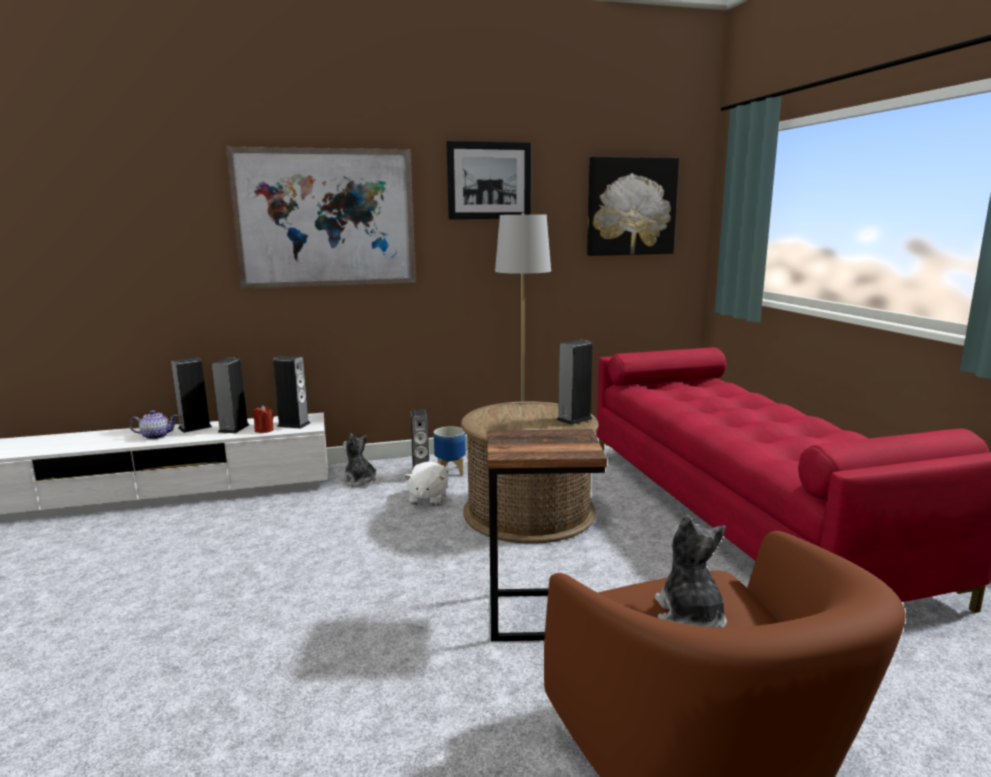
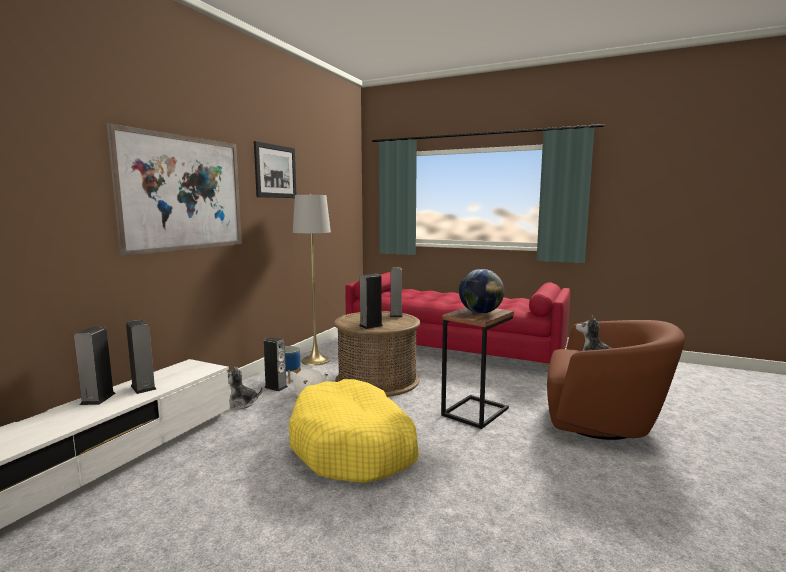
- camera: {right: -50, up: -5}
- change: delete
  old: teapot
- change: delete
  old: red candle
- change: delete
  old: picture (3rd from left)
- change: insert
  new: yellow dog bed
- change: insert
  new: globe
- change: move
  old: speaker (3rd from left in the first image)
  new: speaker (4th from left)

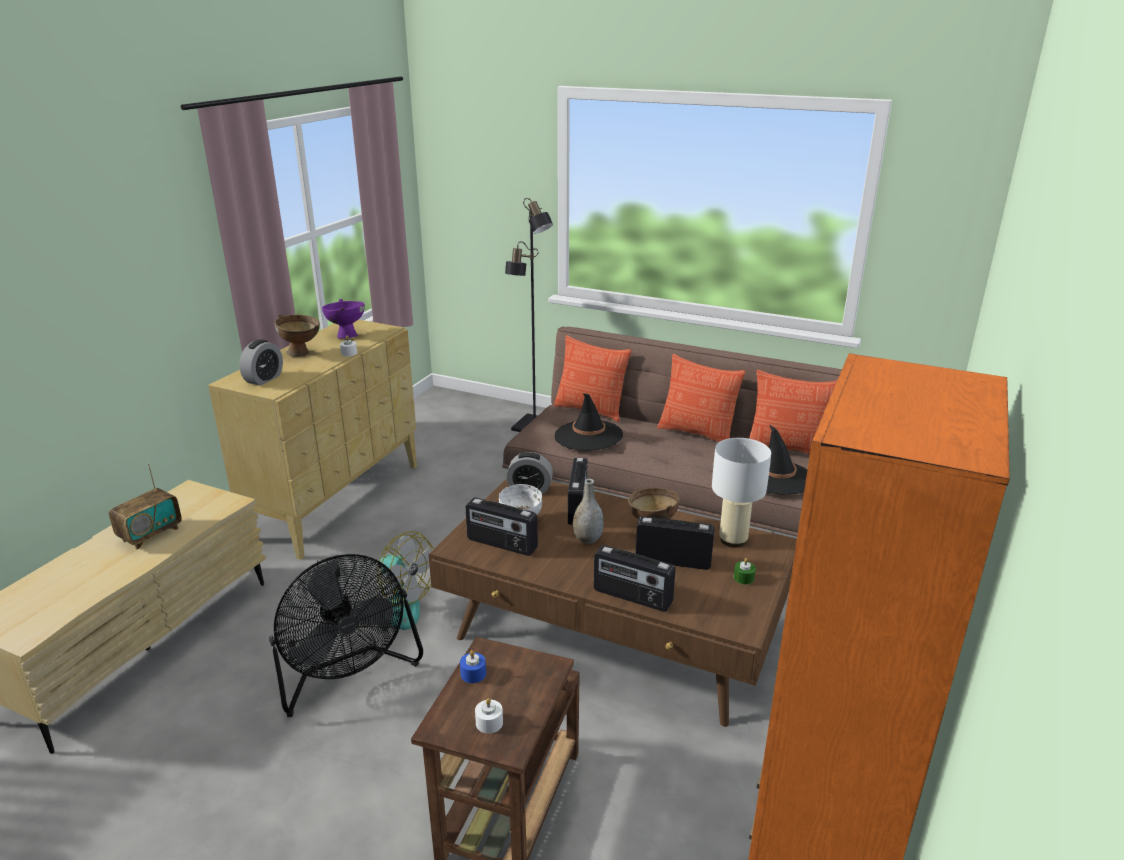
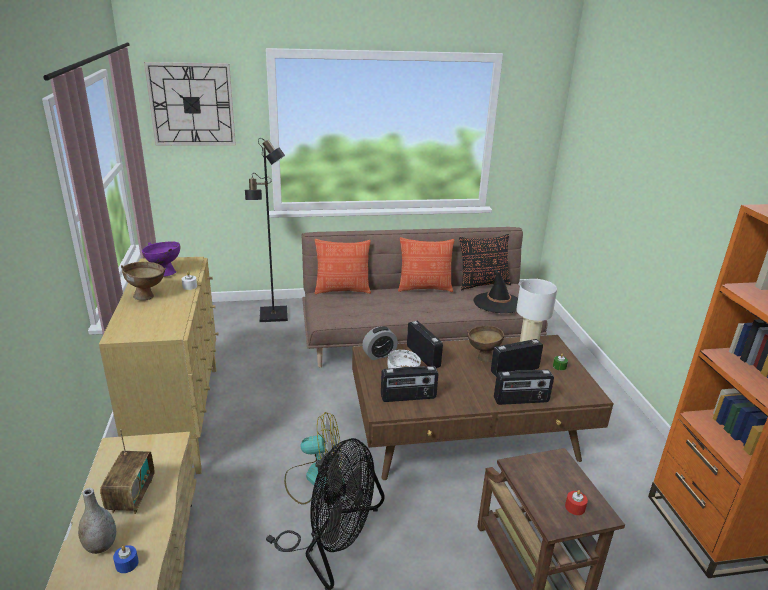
- camera: {right: -35, up: 0}
- change: delete
  old: alarm clock (1st from left)
- change: delete
  old: black hat (1st from left)
- change: insert
  new: wall clock
- change: move
  old: blue candle
- change: move
  old: grey vase
- change: recolor
  old: white candle (2nd from left)
  new: red candle
- change: recolor
  old: orange pillow (3rd from left)
  new: black pillow

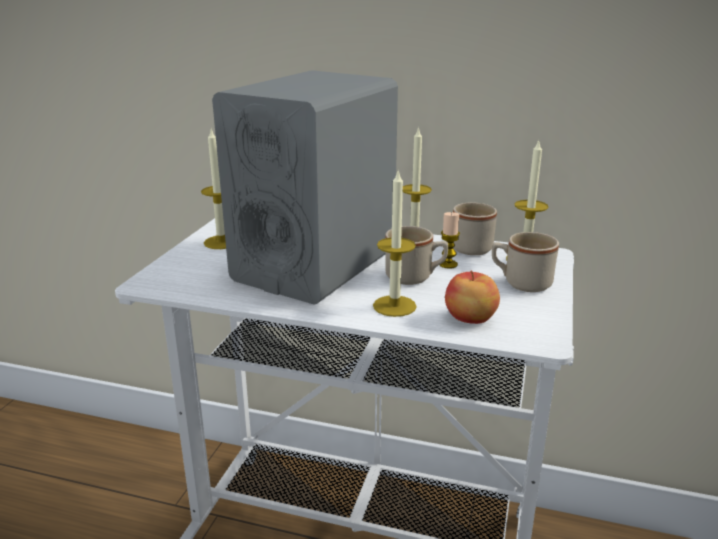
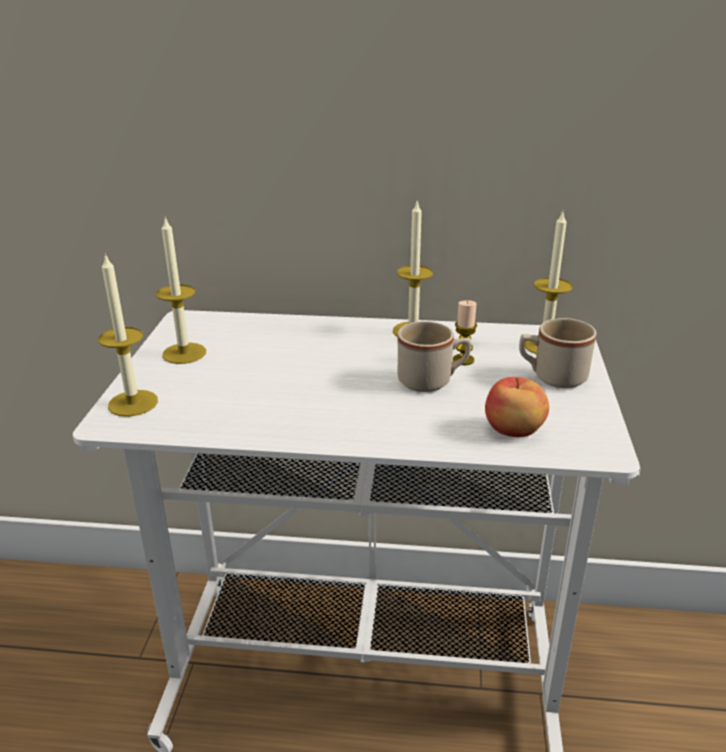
- camera: {right: -10, up: 5}
- change: delete
  old: grey speaker
- change: delete
  old: beige mug (2nd from left)
- change: move
  old: candle (2nd from left in the first image)
  new: candle (1st from left)

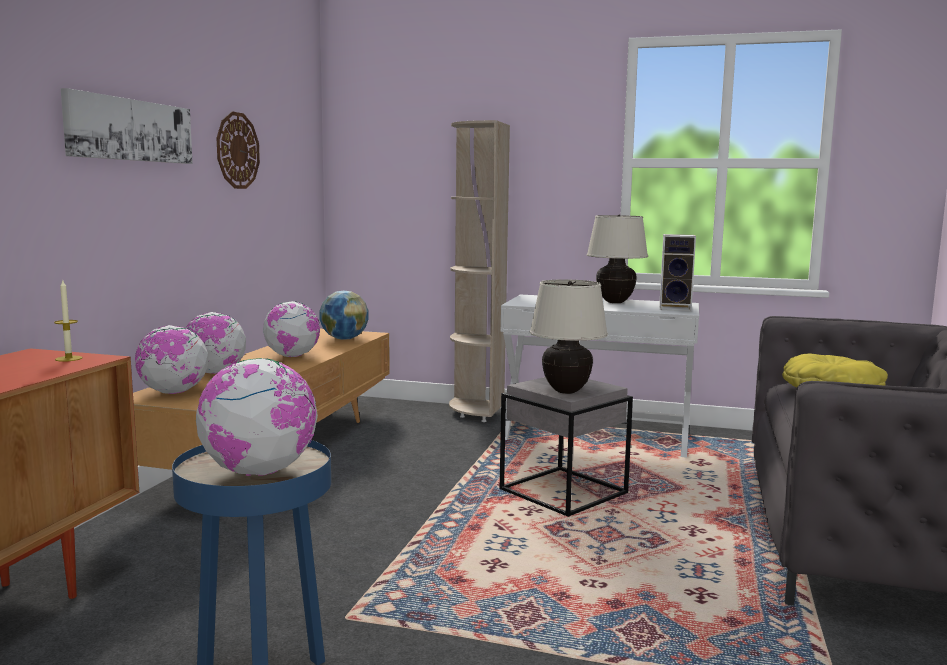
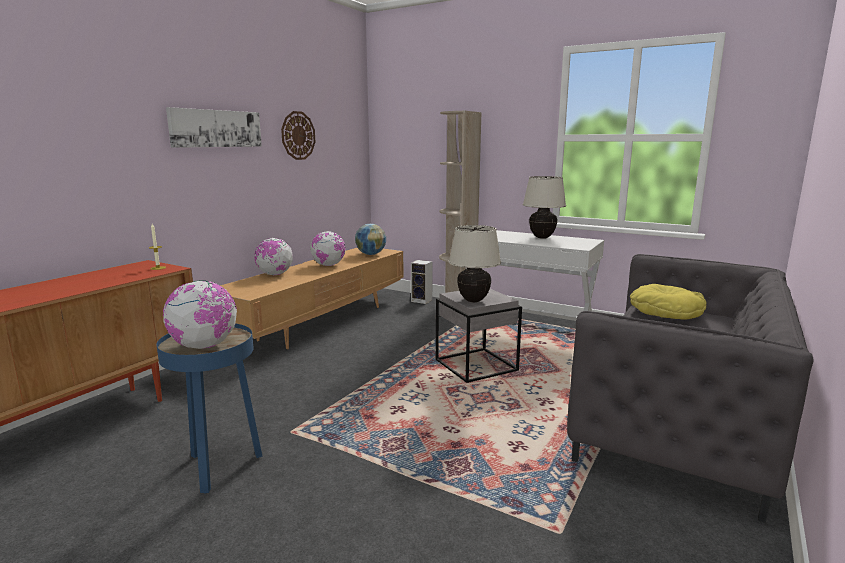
- camera: {right: 15, up: 5}
- change: delete
  old: globe (1st from left)
- change: move
  old: speaker

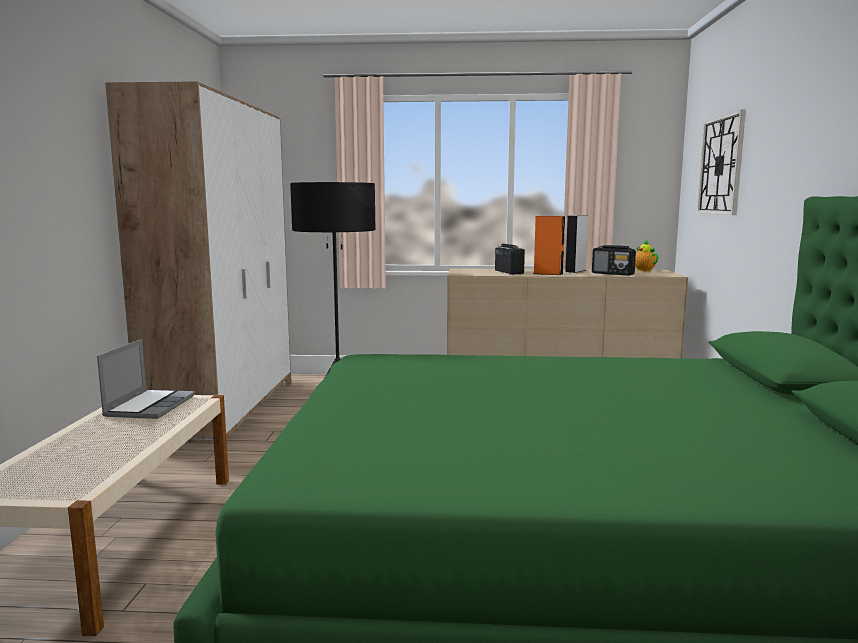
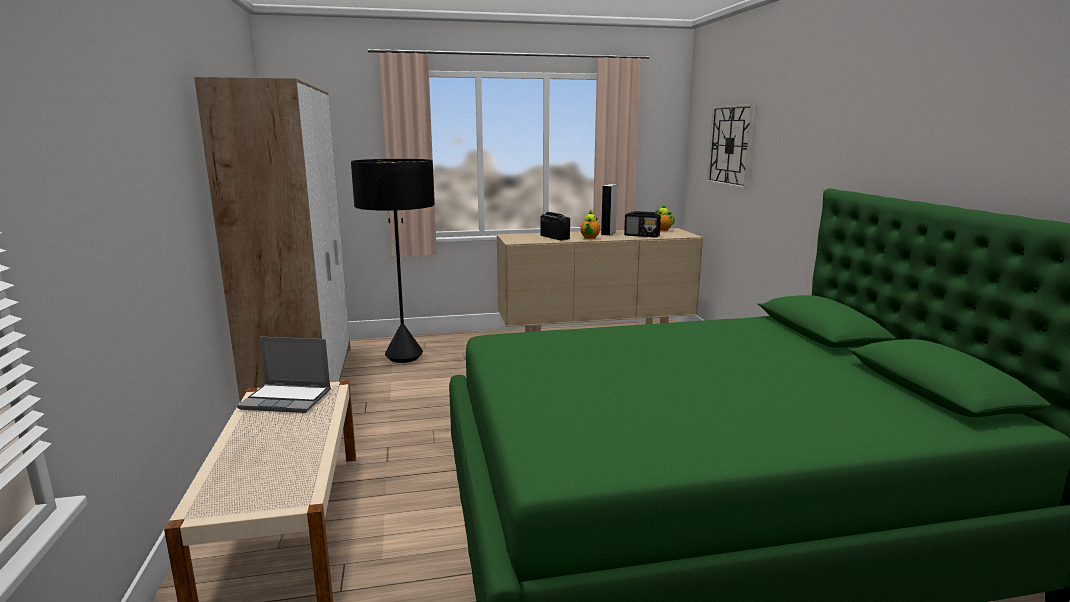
- camera: {right: -15, up: 5}
- change: replace
  old: orange speaker
  new: teapot (1st from left)
- change: rotate
  old: laptop
  degrees: 105

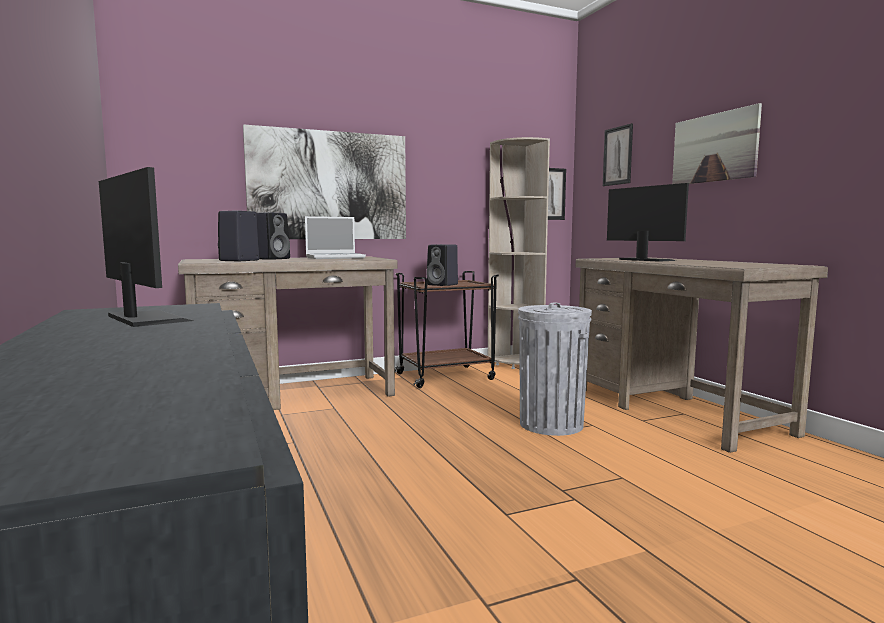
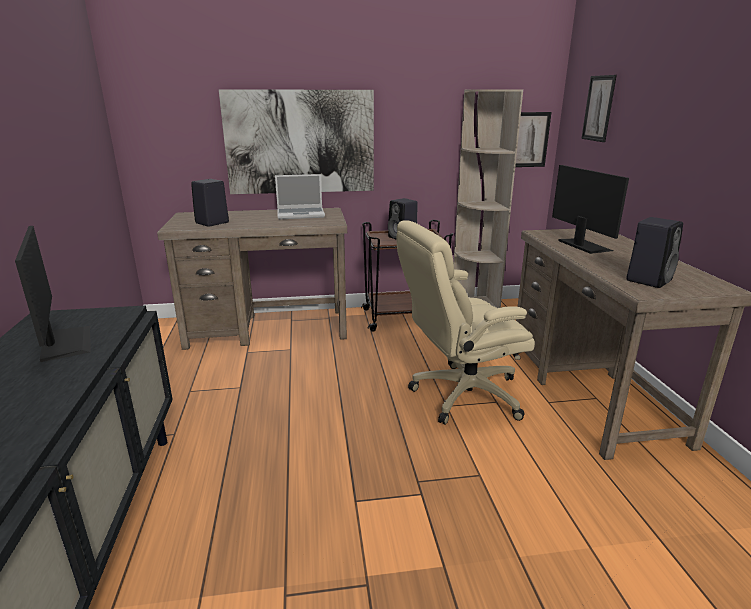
- camera: {right: 15, up: 15}
- change: delete
  old: picture (4th from left)
- change: move
  old: black speaker (2nd from left in the first image)
  new: black speaker (3rd from left)
- change: replace
  old: grey trash can
  new: beige office chair

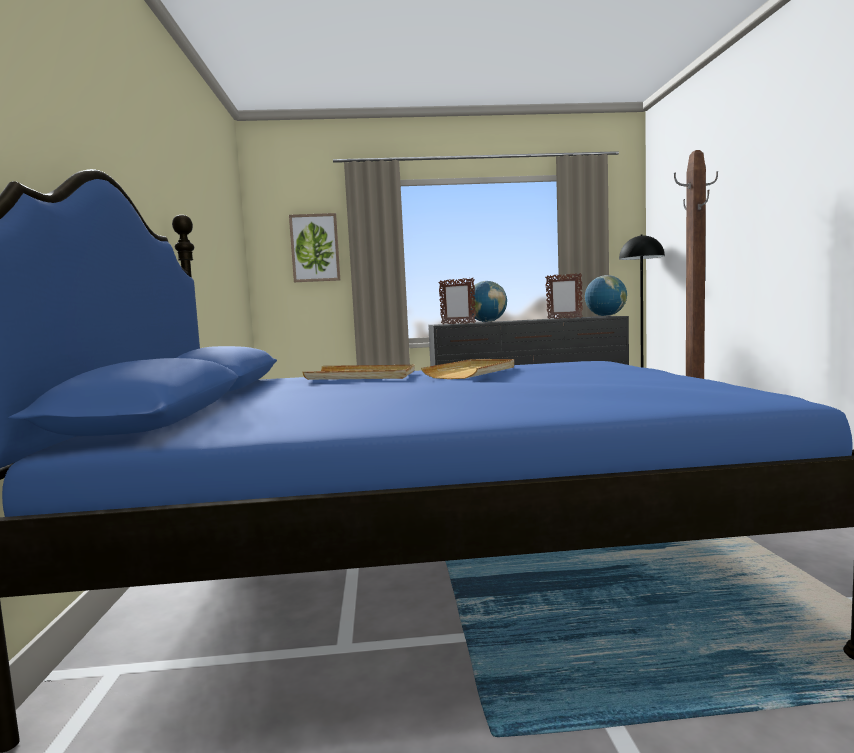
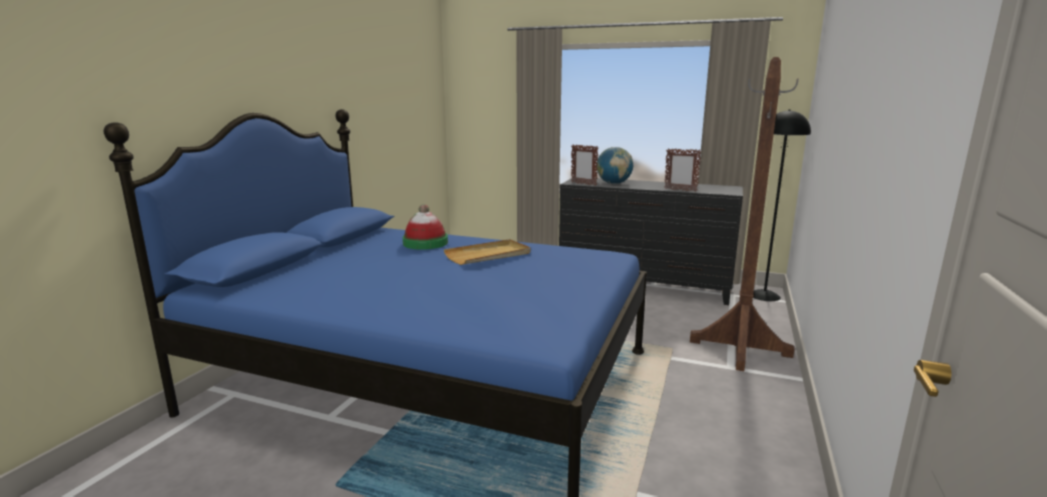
- camera: {right: 25, up: 10}
- change: delete
  old: picture
- change: delete
  old: globe (2nd from left)
- change: replace
  old: beige tray (1st from left)
  new: hat

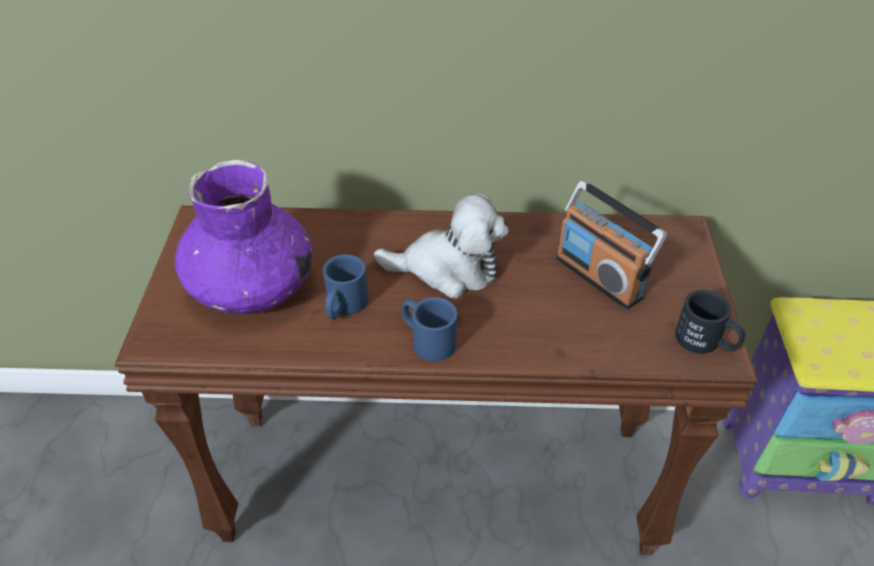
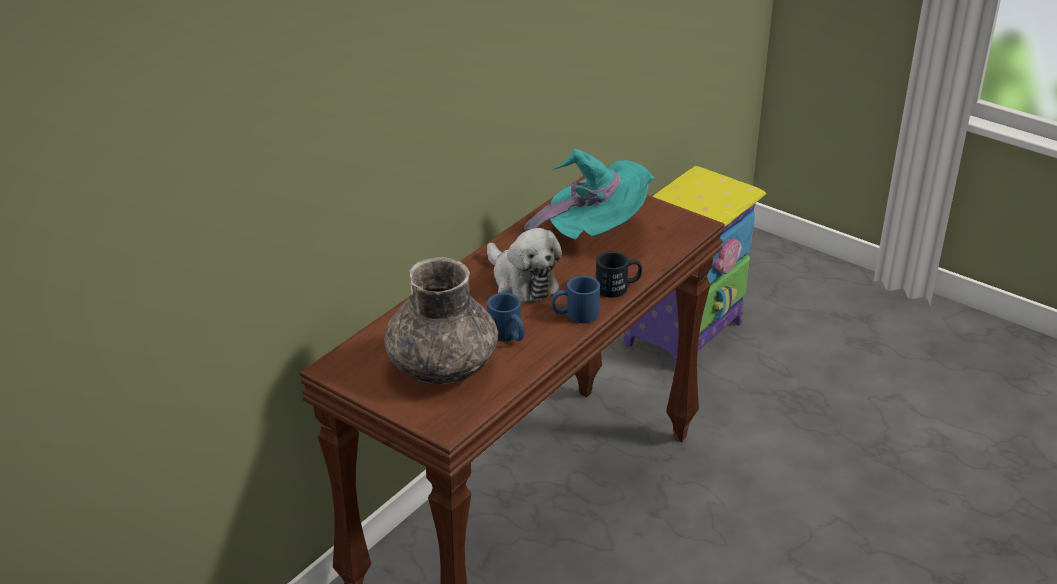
- camera: {right: -55, up: -10}
- change: move
  old: black mug
- change: replace
  old: radio
  new: turquoise hat
- change: recolor
  old: purple vase
  new: grey vase
- change: rotate
  old: plush toy
  degrees: 105

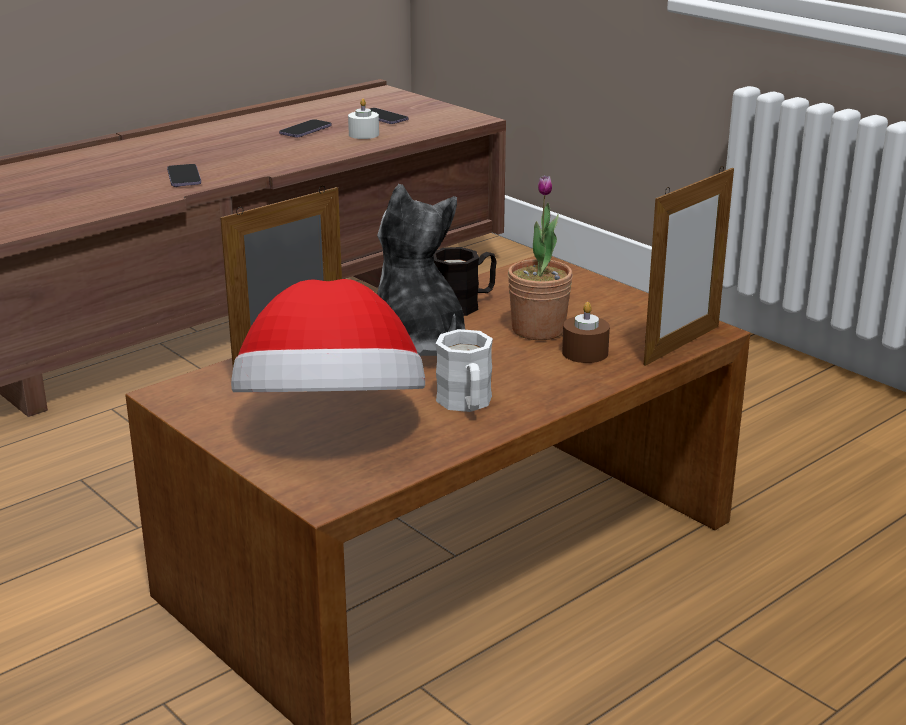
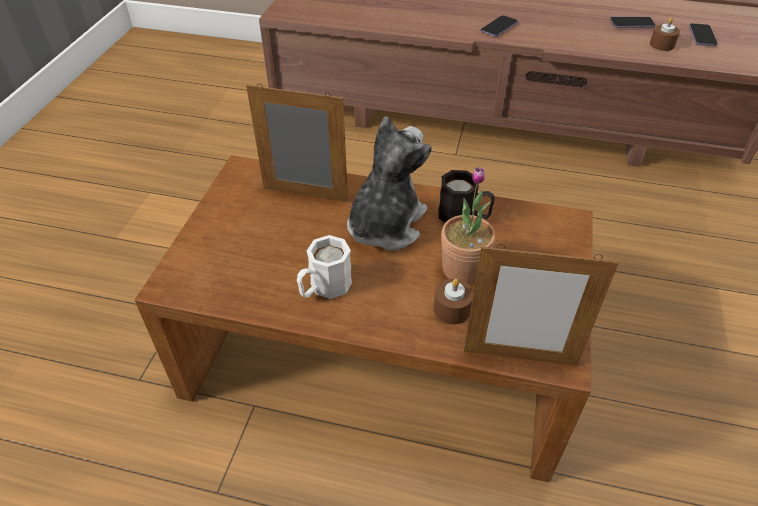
- camera: {right: 55, up: 20}
- change: delete
  old: hat
- change: recolor
  old: white candle
  new: brown candle (2nd from left)

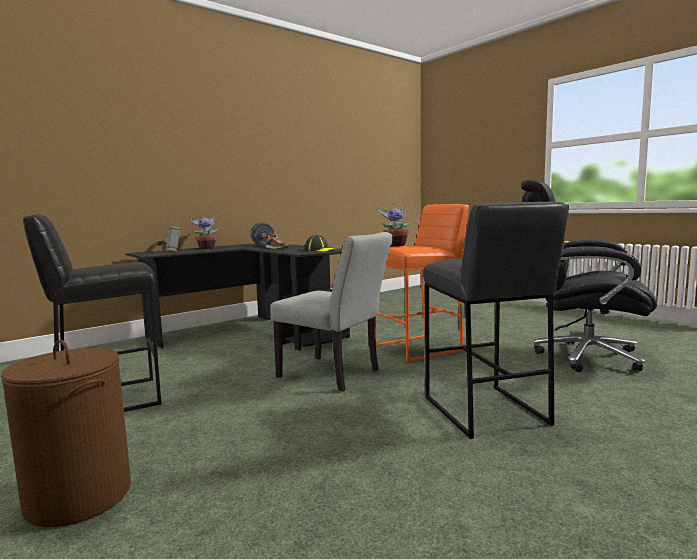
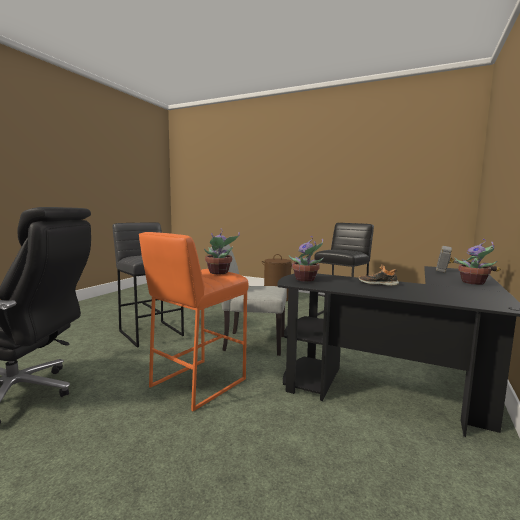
- camera: {right: 155, up: 0}
- change: delete
  old: grey dumbbell
- change: replace
  old: cap
  new: potted plant (2nd from left)

